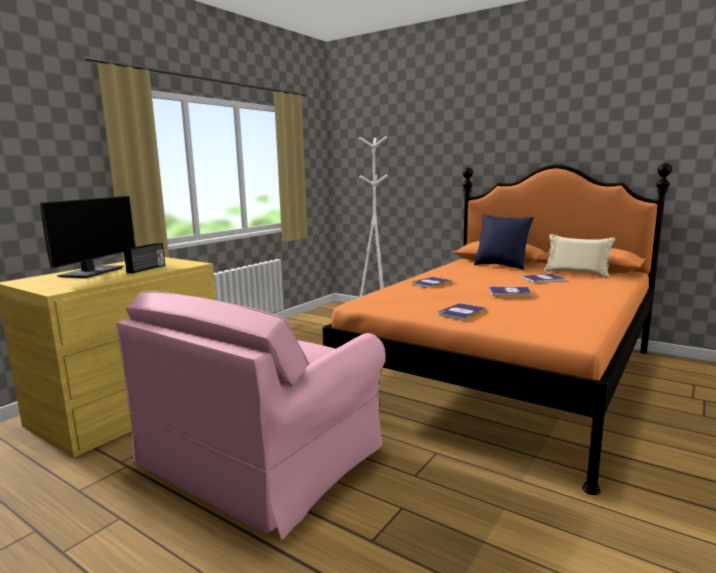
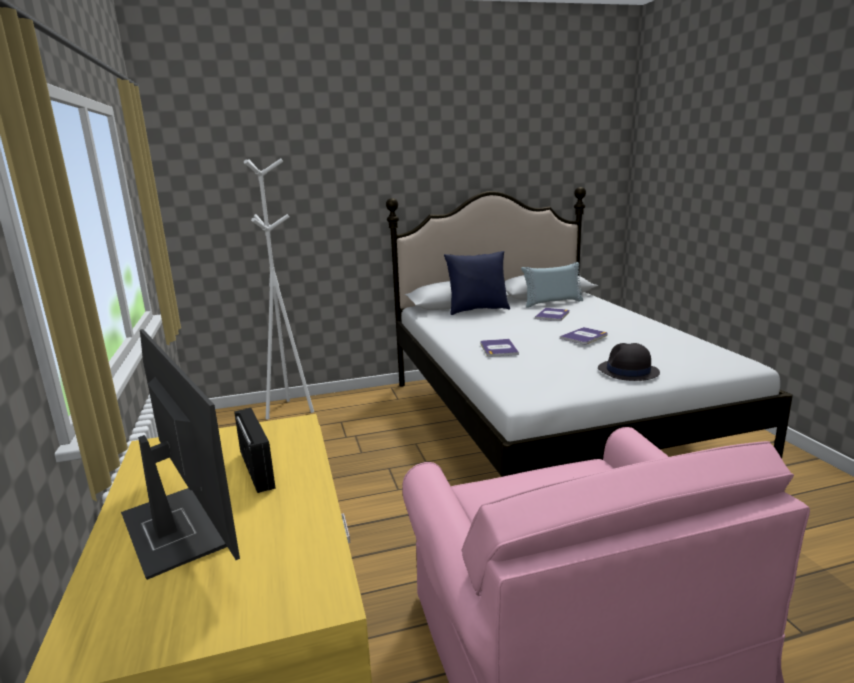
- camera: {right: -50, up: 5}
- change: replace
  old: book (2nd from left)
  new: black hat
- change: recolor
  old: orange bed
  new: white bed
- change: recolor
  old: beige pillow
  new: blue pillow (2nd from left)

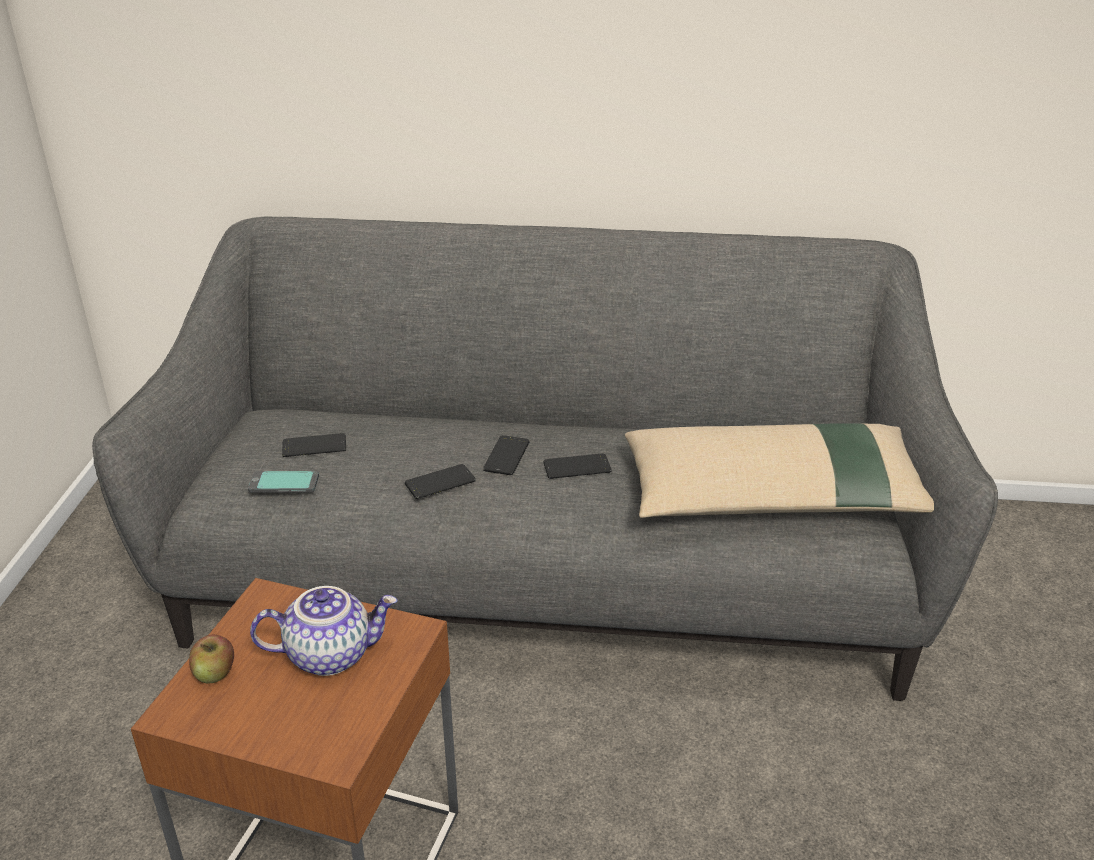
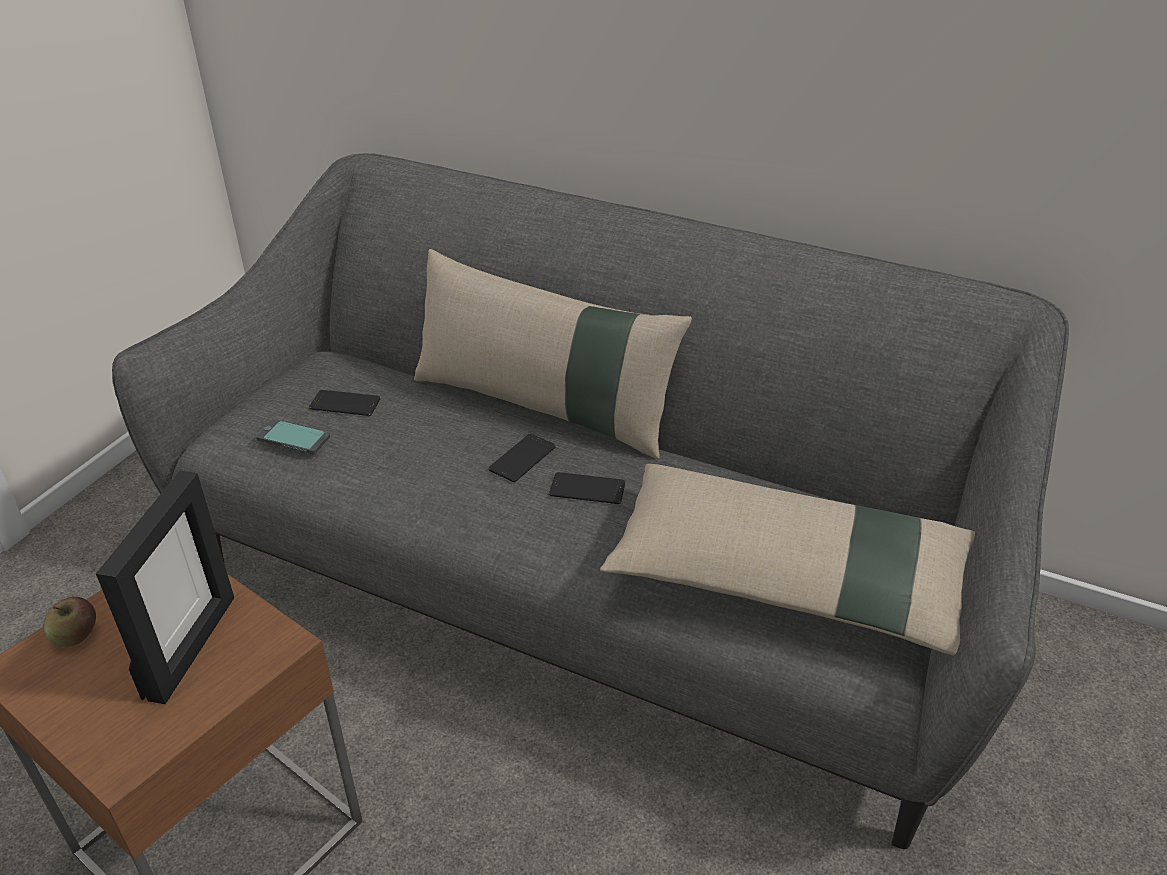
- camera: {right: 20, up: 5}
- change: delete
  old: phone (3rd from left)
- change: insert
  new: beige pillow (1st from left)
- change: replace
  old: teapot
  new: picture frame

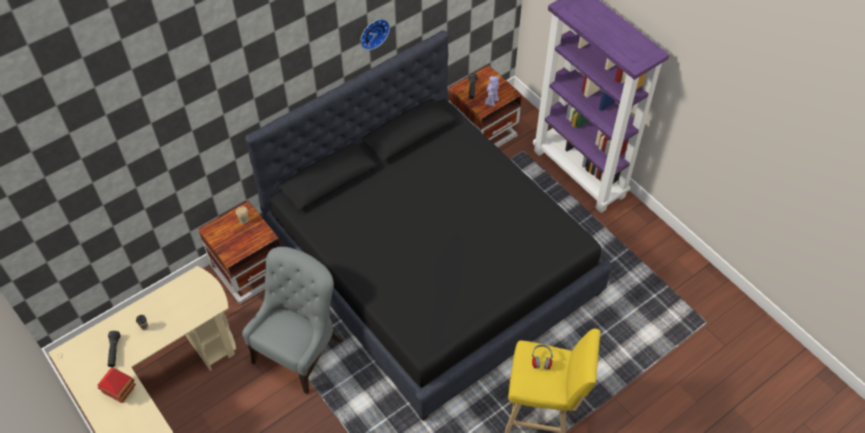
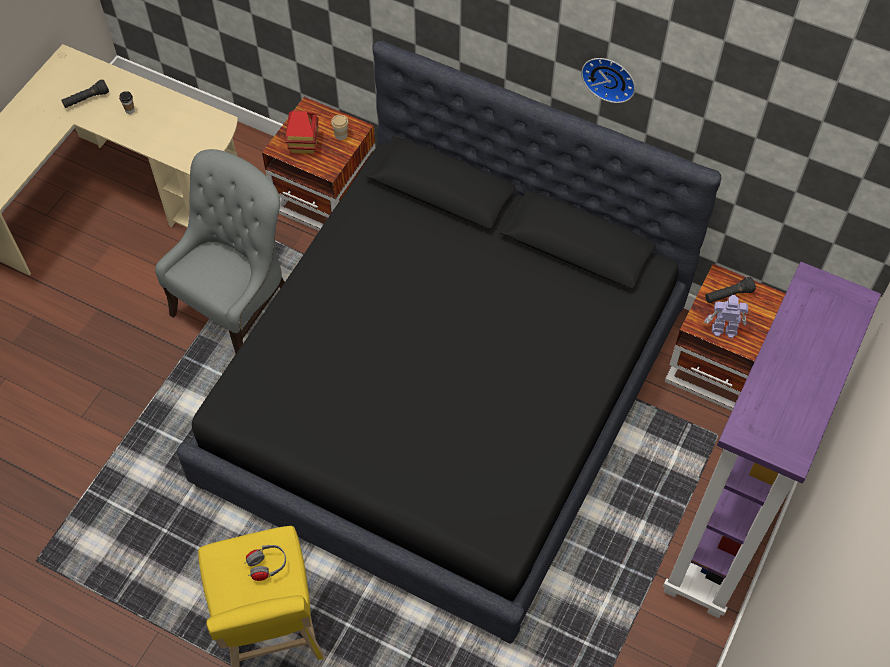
- camera: {right: 65, up: 5}
- change: move
  old: toy house
- change: rotate
  old: grey chair
  degrees: -60

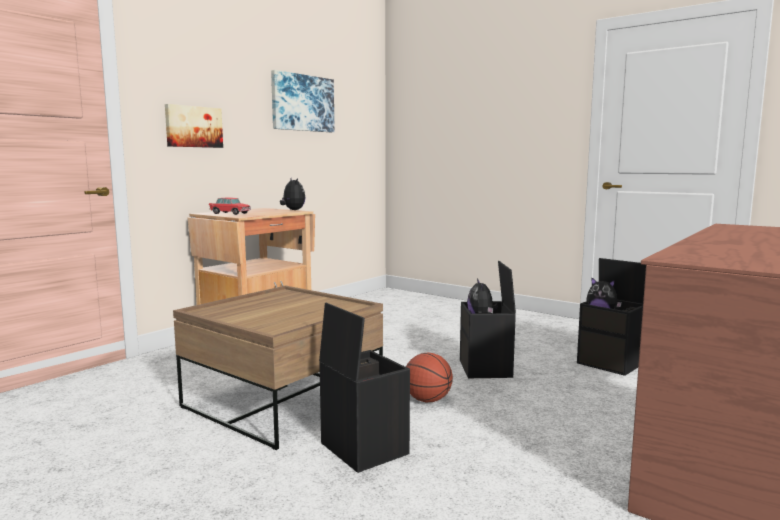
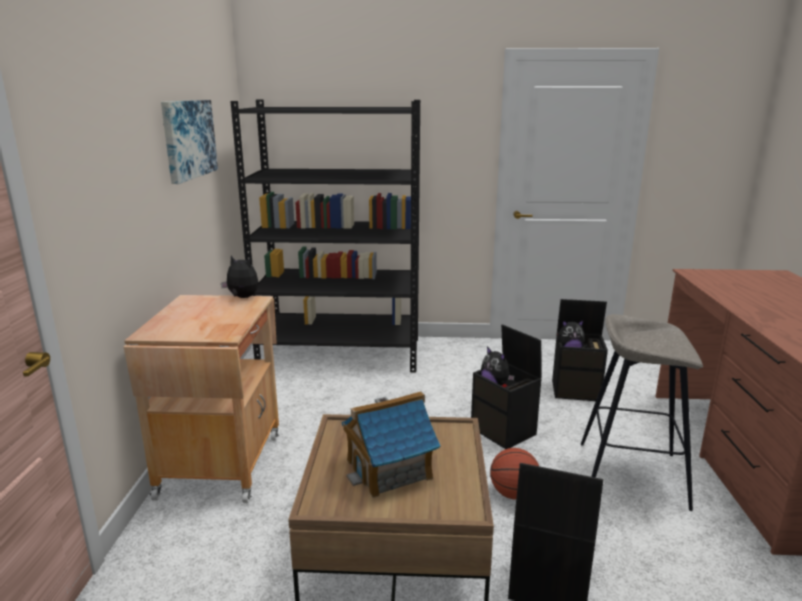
- camera: {right: -35, up: 10}
- change: delete
  old: picture (1st from left)
- change: delete
  old: toy car
- change: insert
  new: black bookcase
- change: insert
  new: toy house
- change: insert
  new: grey stool

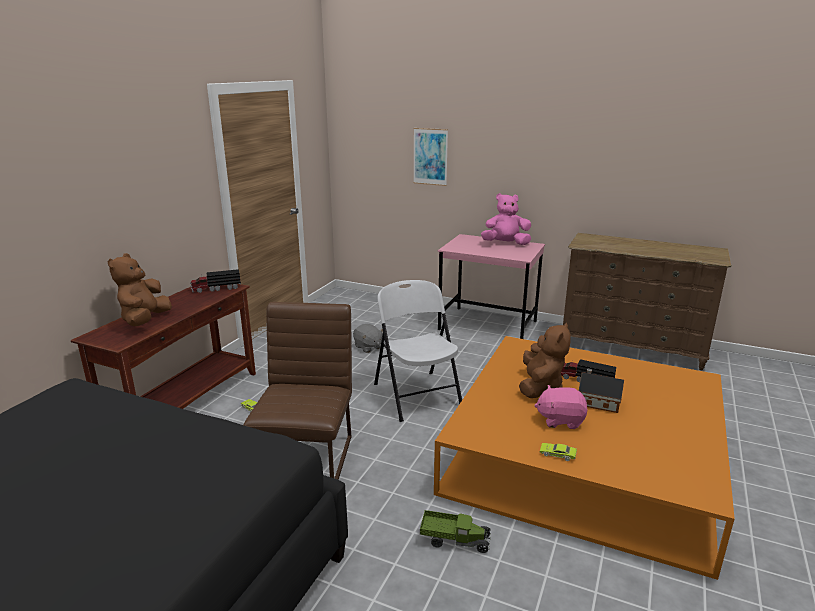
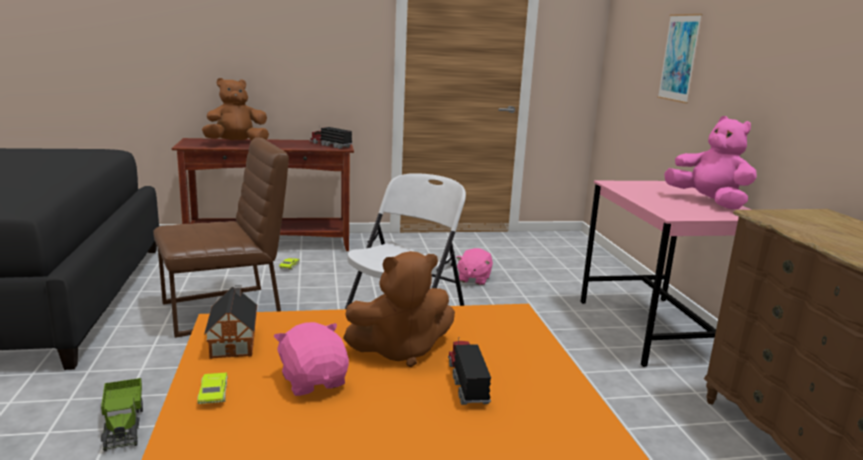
- camera: {right: 55, up: -5}
- change: move
  old: toy house
- change: recolor
  old: grey plush toy
  new: pink plush toy (2nd from left)

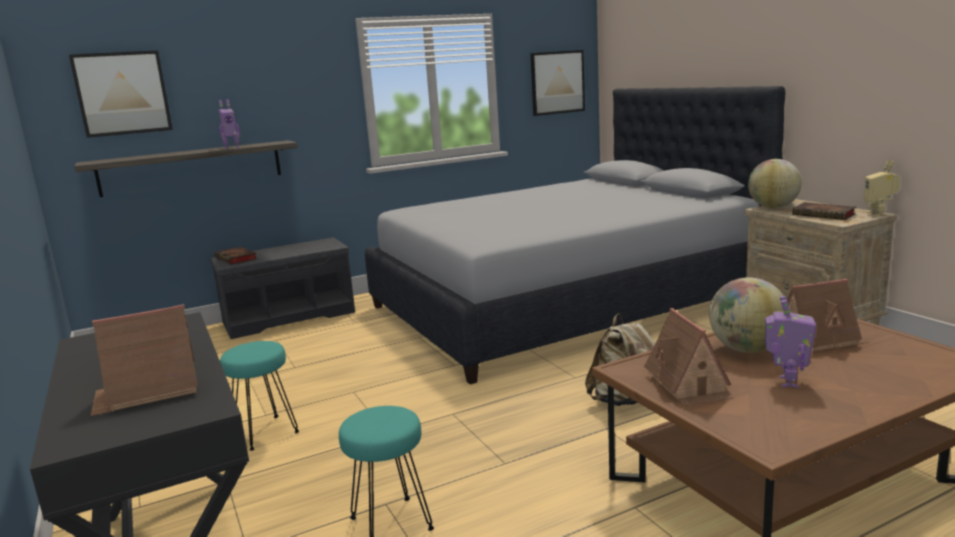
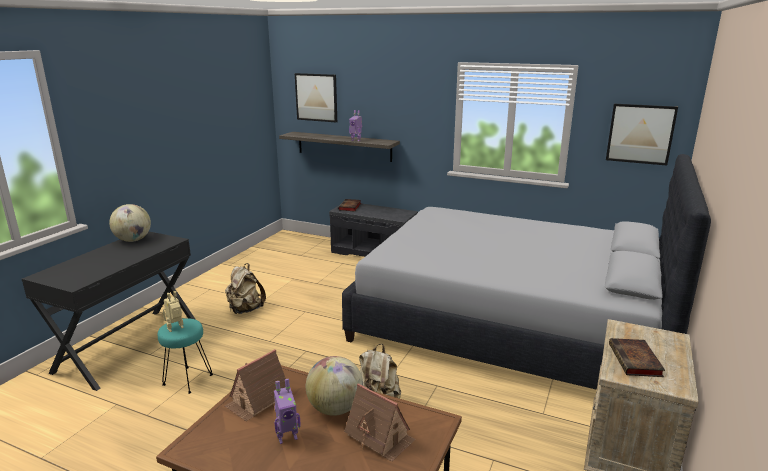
- camera: {right: 50, up: 5}
- change: delete
  old: toy house (1st from left)
- change: move
  old: globe (2nd from left in the first image)
  new: globe (1st from left)
- change: move
  old: toy robot (3rd from left in the first image)
  new: toy robot (1st from left)
- change: replace
  old: turquoise stool (1st from left)
  new: beige backpack (1st from left)

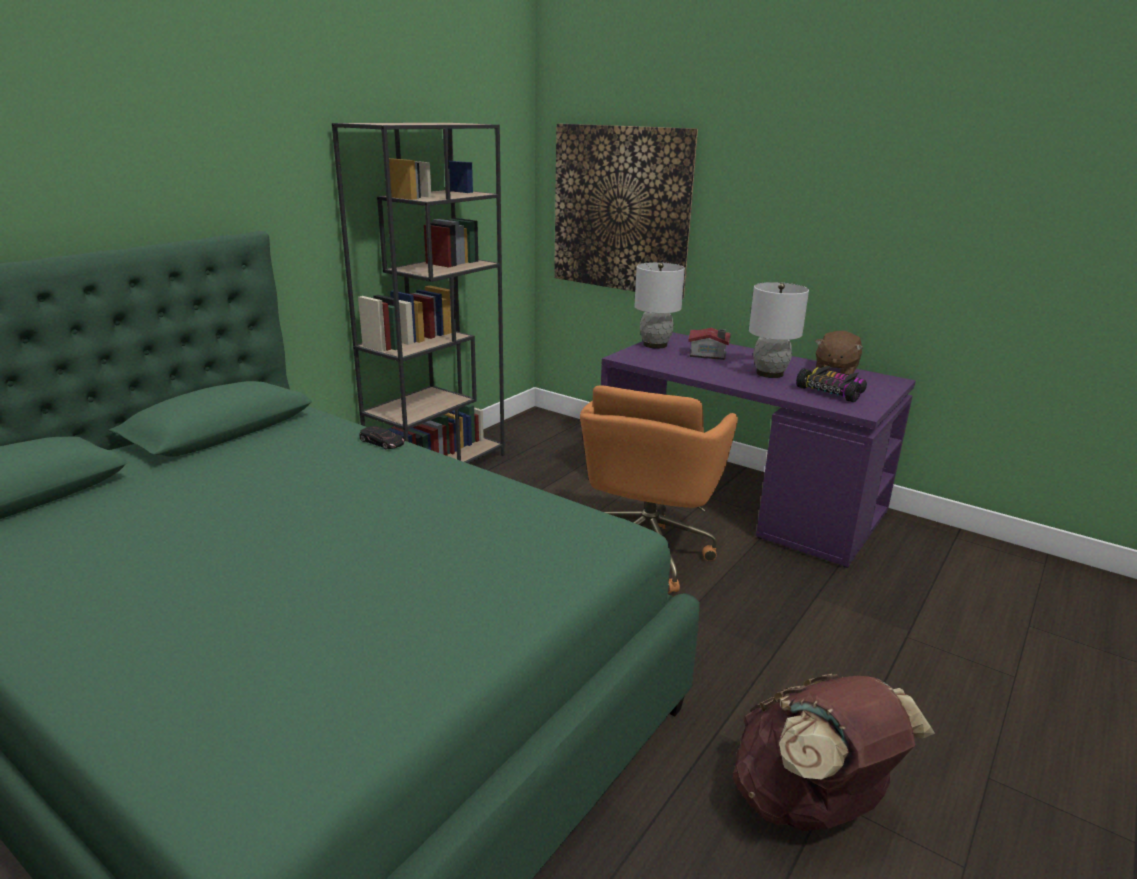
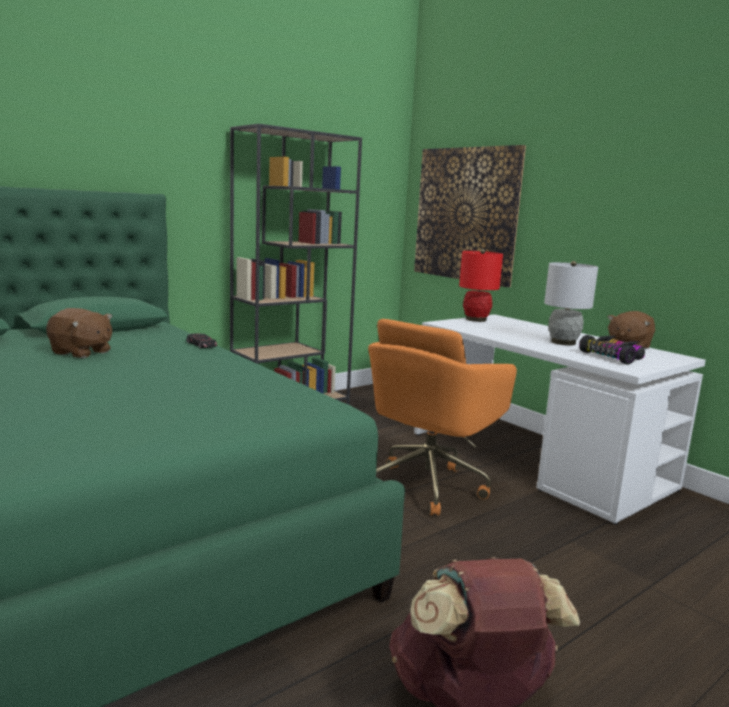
- camera: {right: 15, up: -10}
- change: delete
  old: toy house
- change: insert
  new: brown plush toy (1st from left)
- change: recolor
  old: purple desk
  new: white desk
- change: recolor
  old: white table lamp (1st from left)
  new: red table lamp

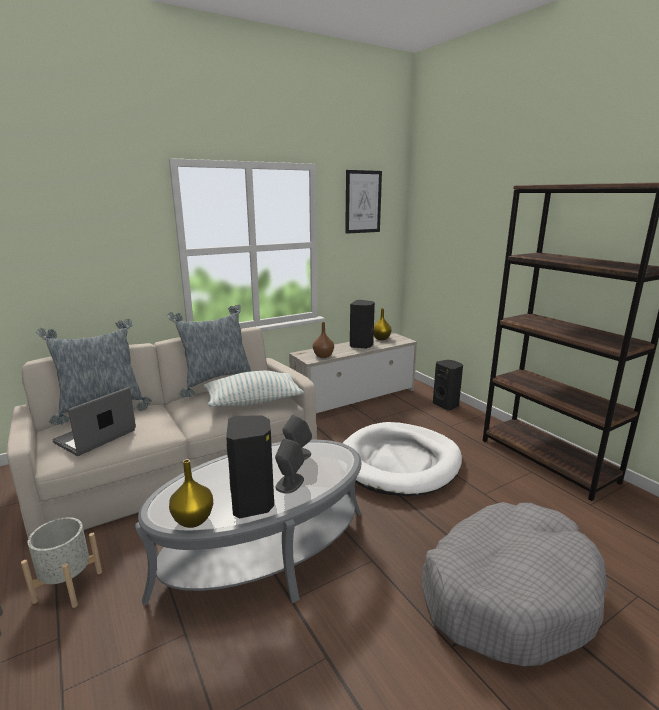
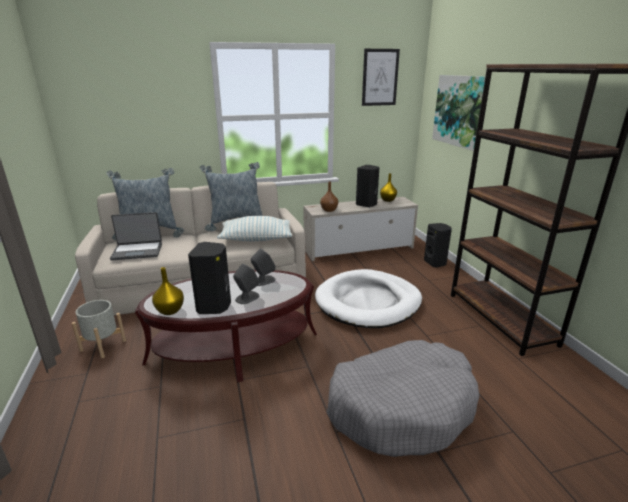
- camera: {right: 15, up: 5}
- change: insert
  new: picture (2nd from left)
- change: recolor
  old: grey coffee table
  new: brown coffee table
- change: rotate
  old: laptop
  degrees: -150

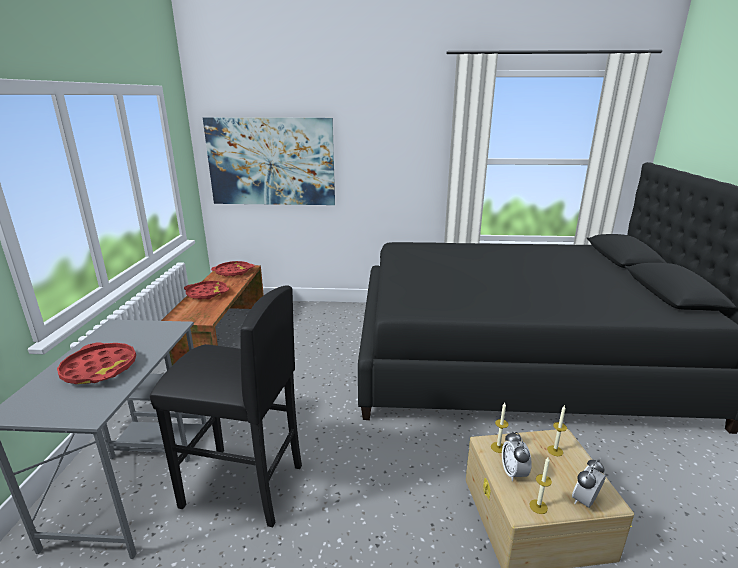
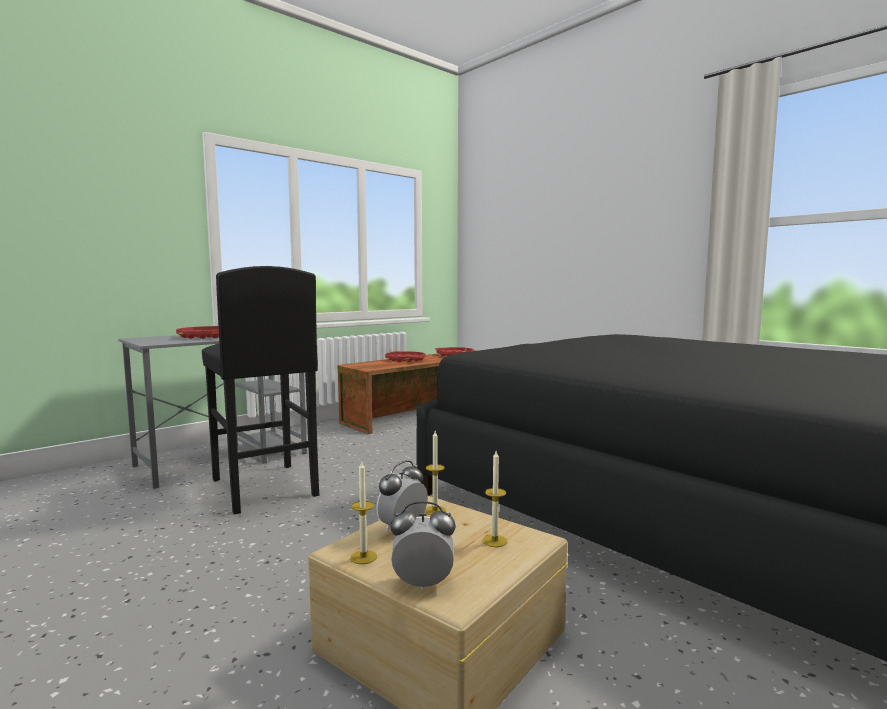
- camera: {right: 45, up: -15}
- change: delete
  old: picture

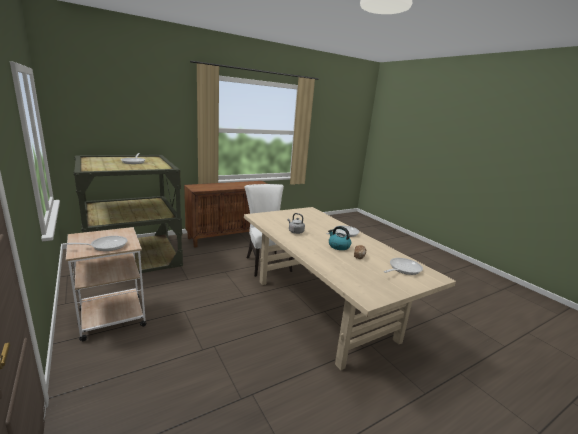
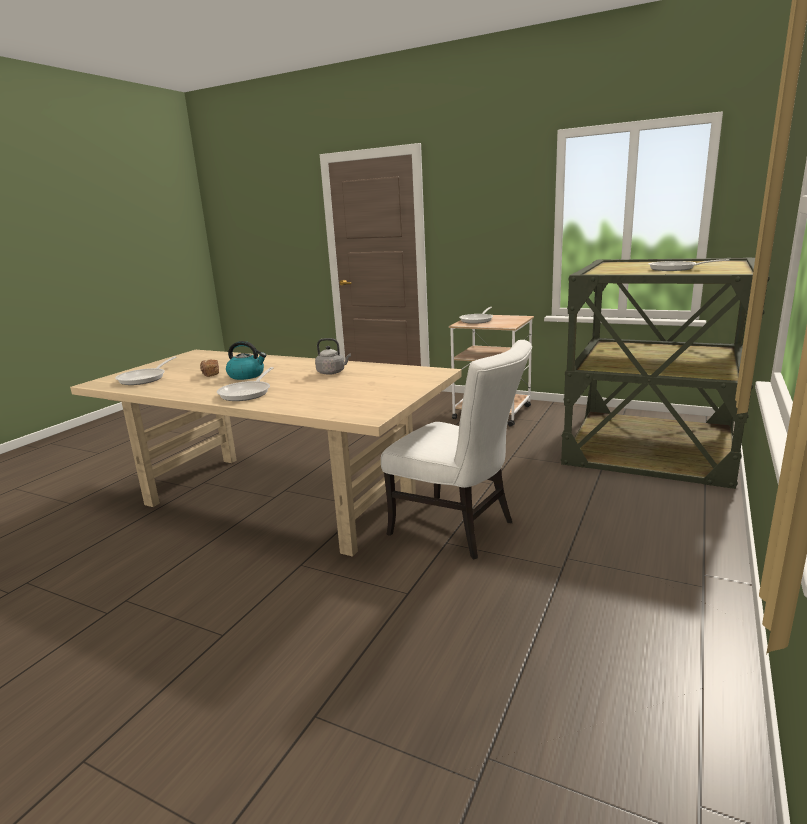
- camera: {right: 150, up: 0}
- change: delete
  old: brown cabinet

